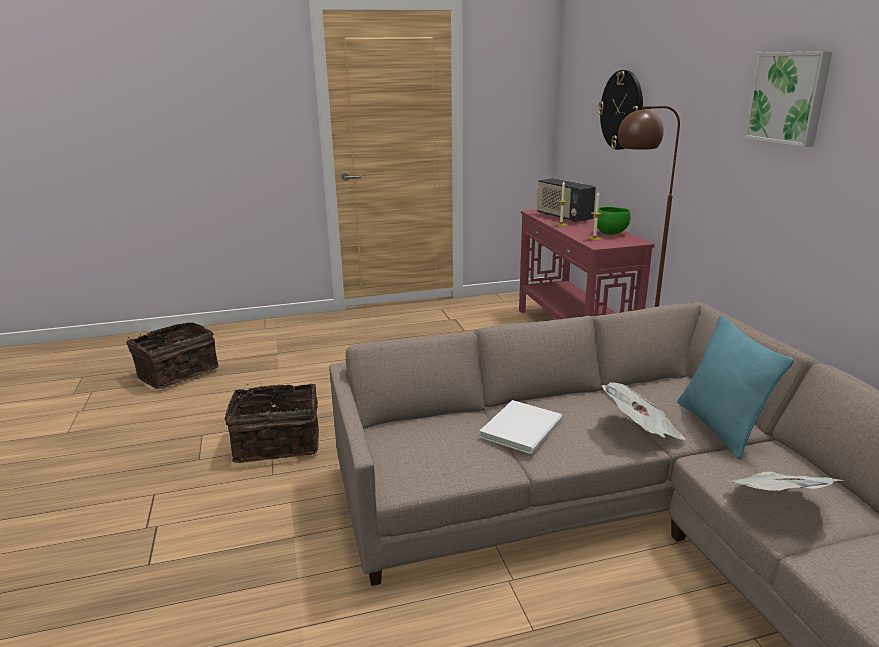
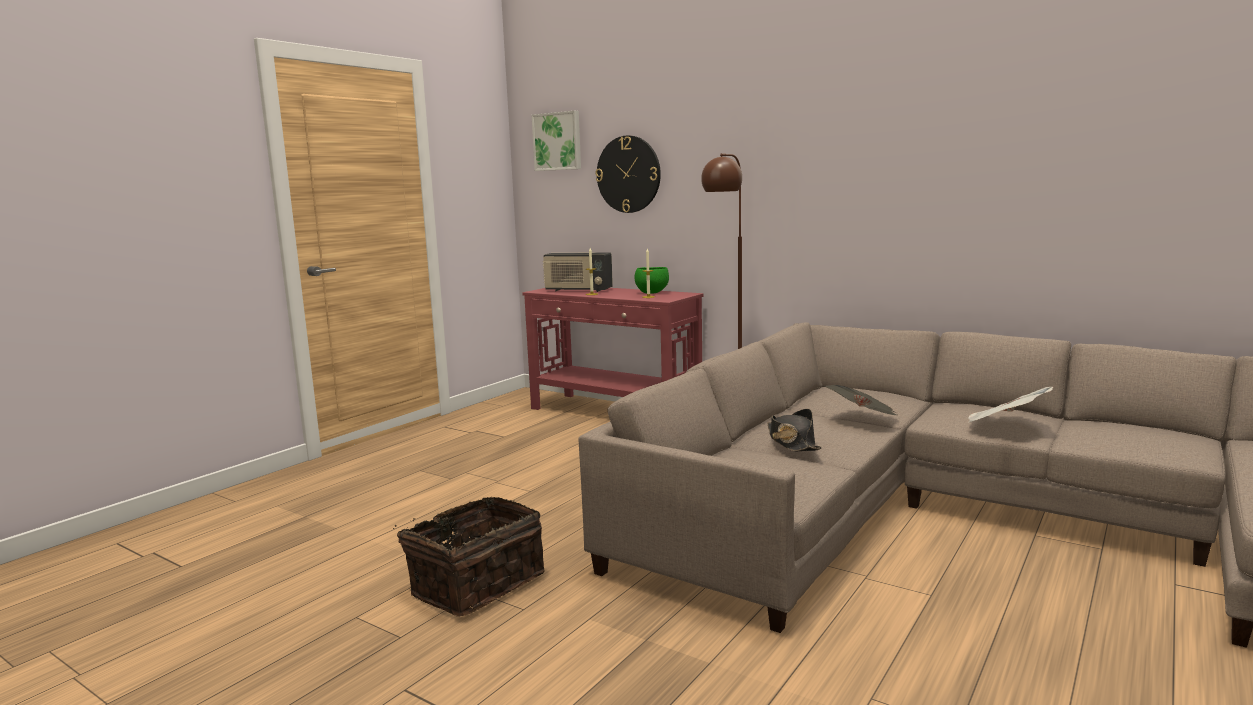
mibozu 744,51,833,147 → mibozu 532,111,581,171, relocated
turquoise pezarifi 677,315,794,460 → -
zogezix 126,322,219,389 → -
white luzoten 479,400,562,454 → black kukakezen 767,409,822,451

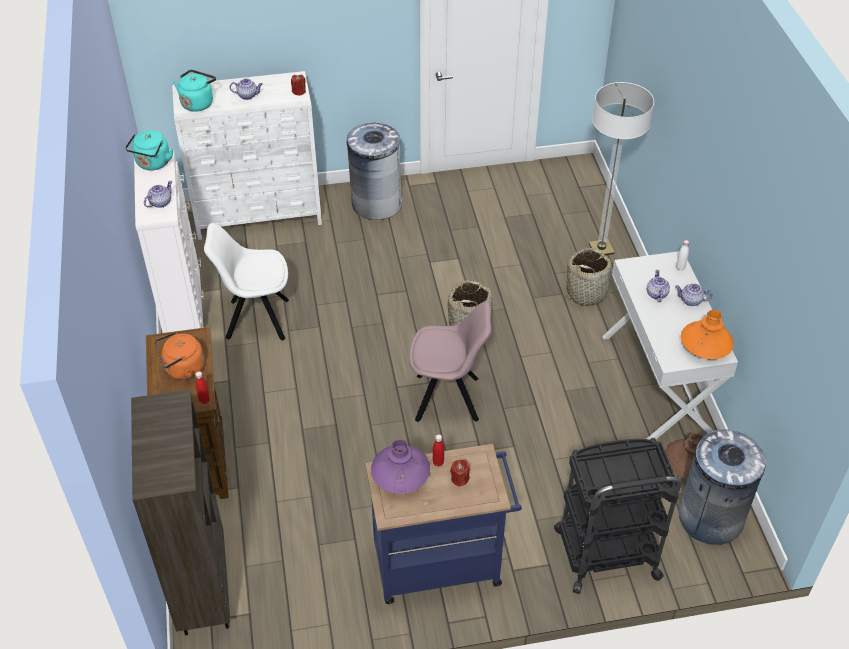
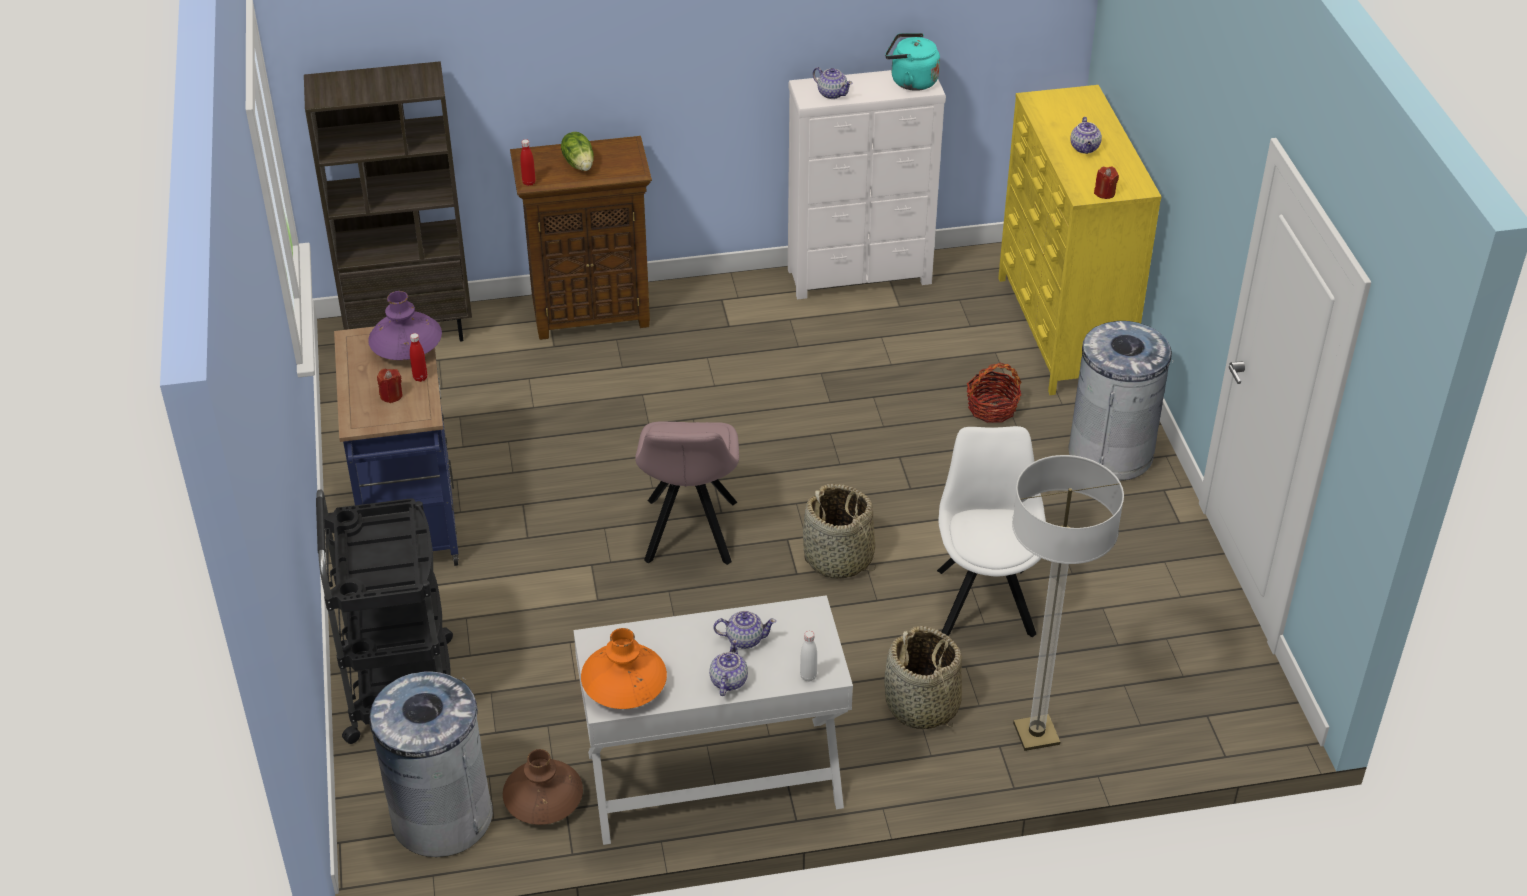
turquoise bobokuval 174,70,216,112 → -
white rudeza 172,71,322,240 → yellow rudeza 998,85,1162,395
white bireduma 204,223,289,341 → white bireduma 937,426,1046,637, relocated
orange bobokuval 155,332,204,380 → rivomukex 561,132,594,171
- → zogezix 966,363,1022,423

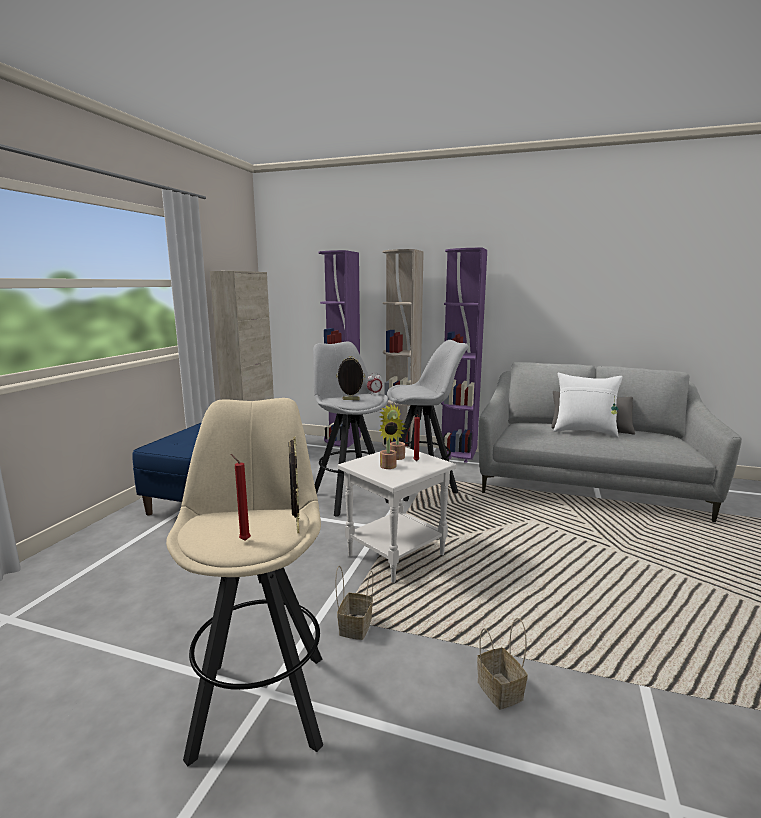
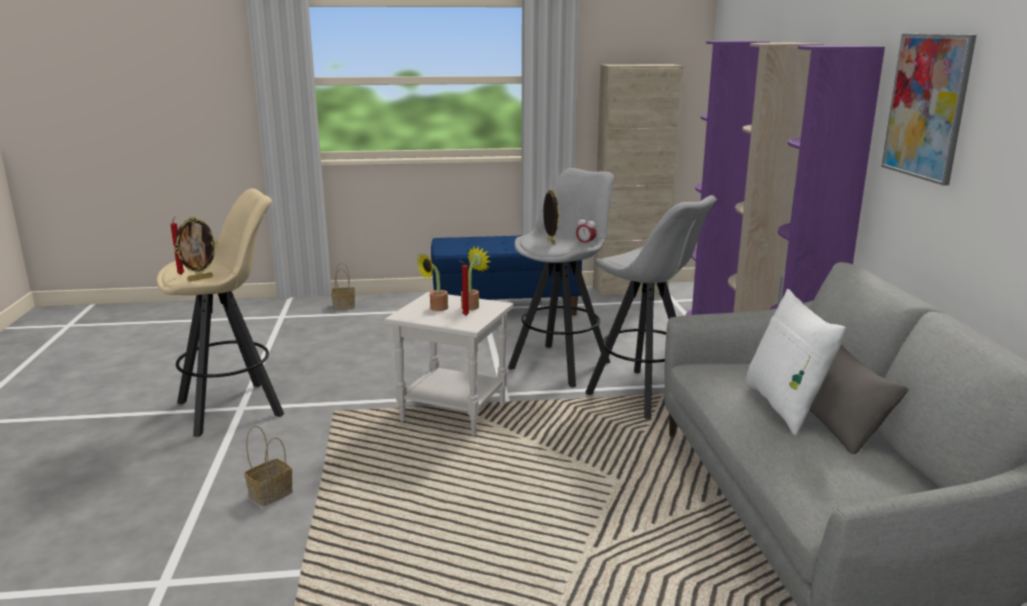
zogezix 335,566,373,640 → zogezix 331,263,355,310, relocated
- → mibozu 881,34,976,186

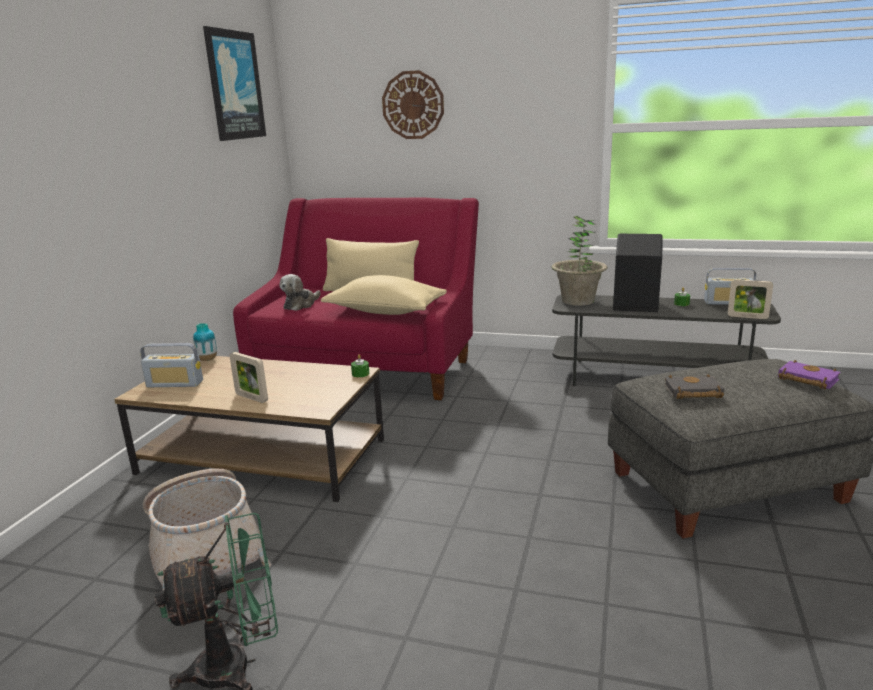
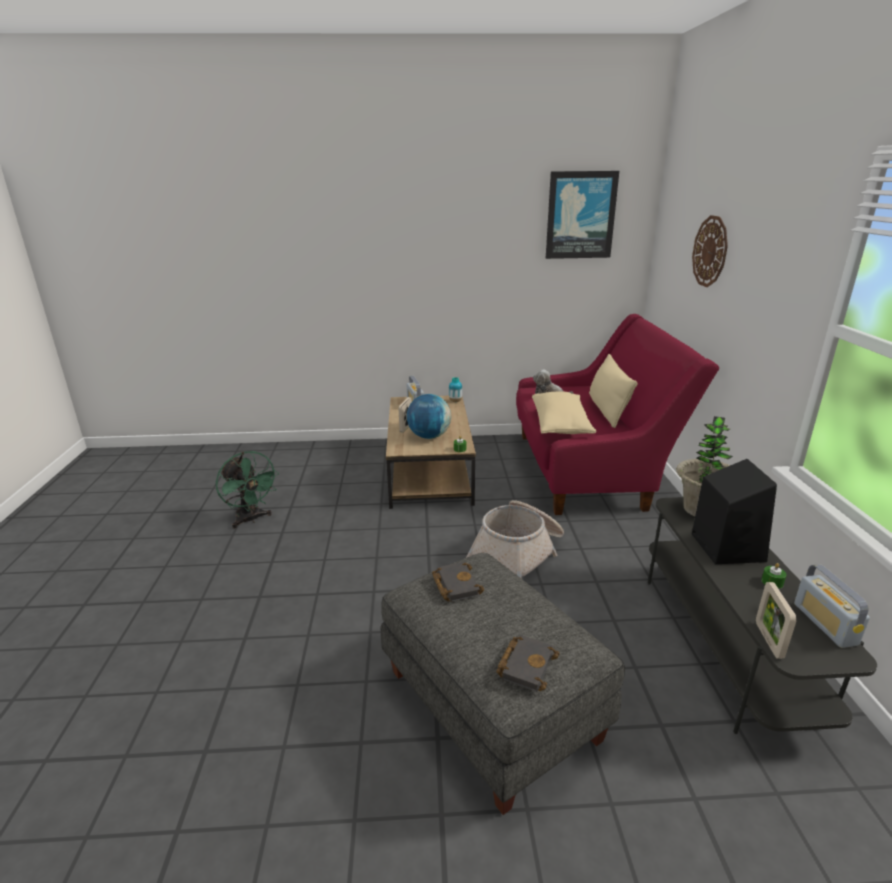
purple luzoten 778,360,841,390 → black luzoten 496,635,560,692
zogezix 143,468,271,591 → zogezix 466,500,564,579, relocated
- → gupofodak 407,394,451,439

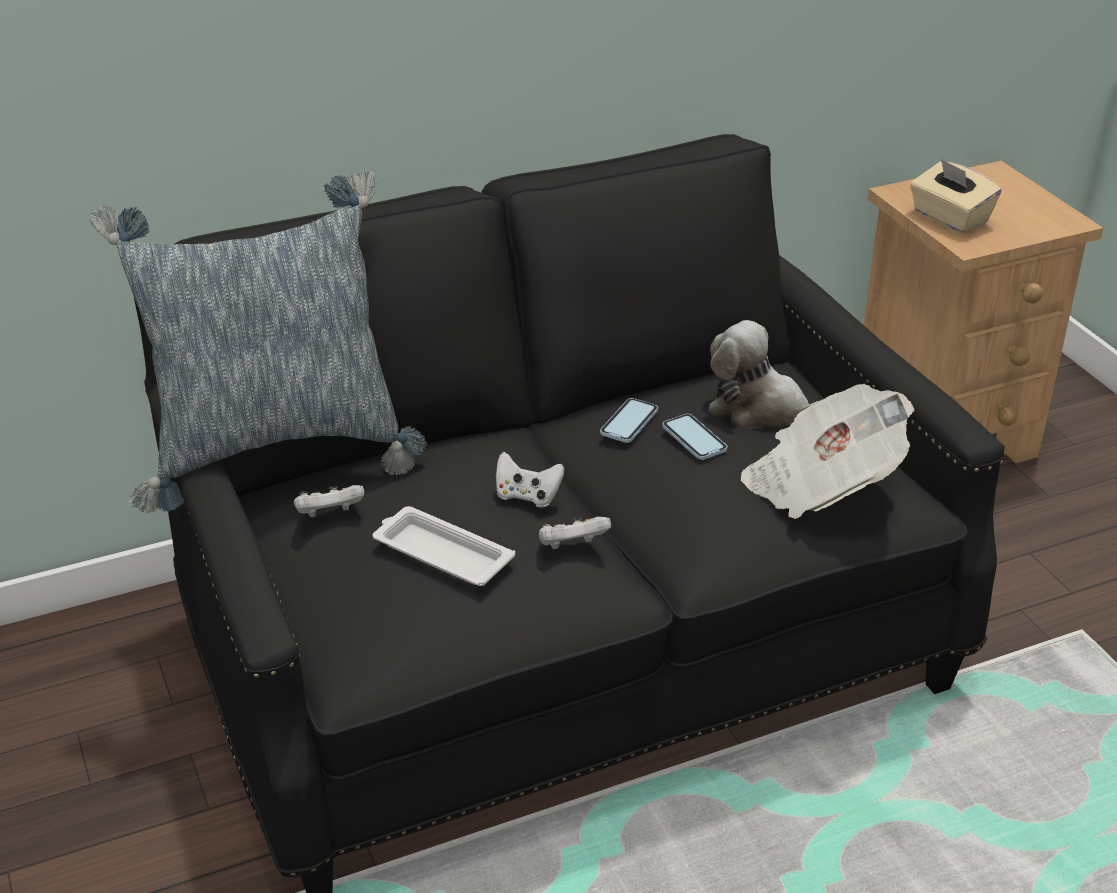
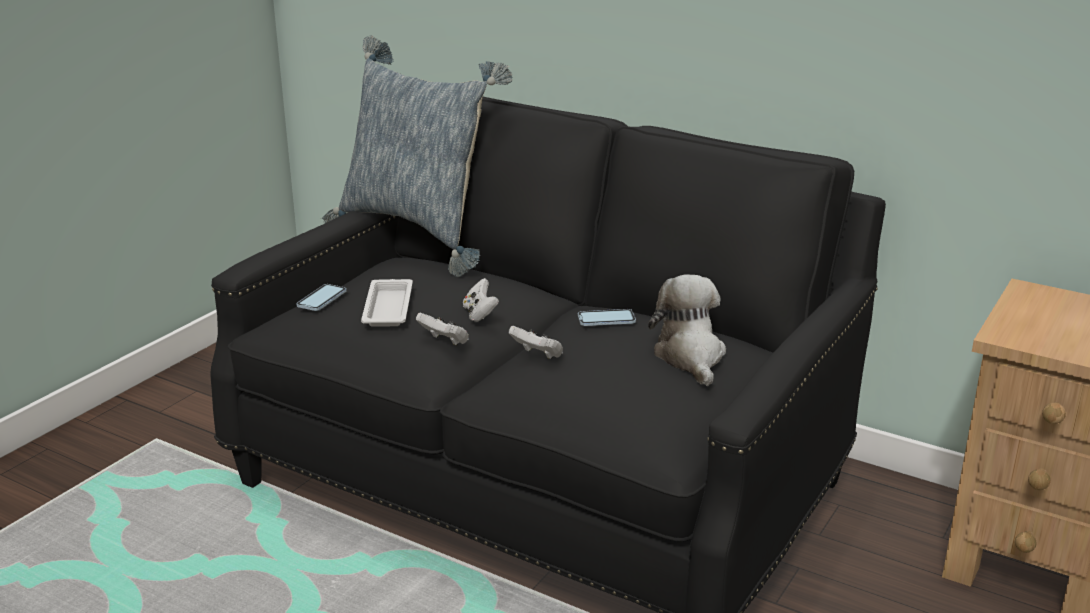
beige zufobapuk 910,159,1002,233 → -
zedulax 741,384,914,519 → -
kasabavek 662,414,727,460 → kasabavek 296,284,347,311, relocated
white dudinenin 294,485,364,517 → white dudinenin 508,326,563,359, relocated

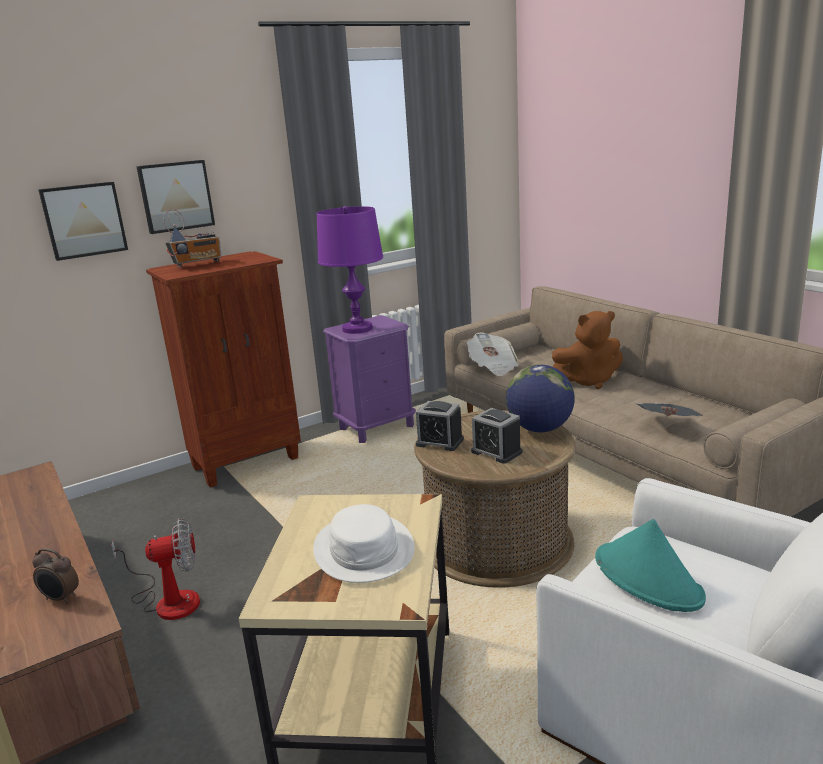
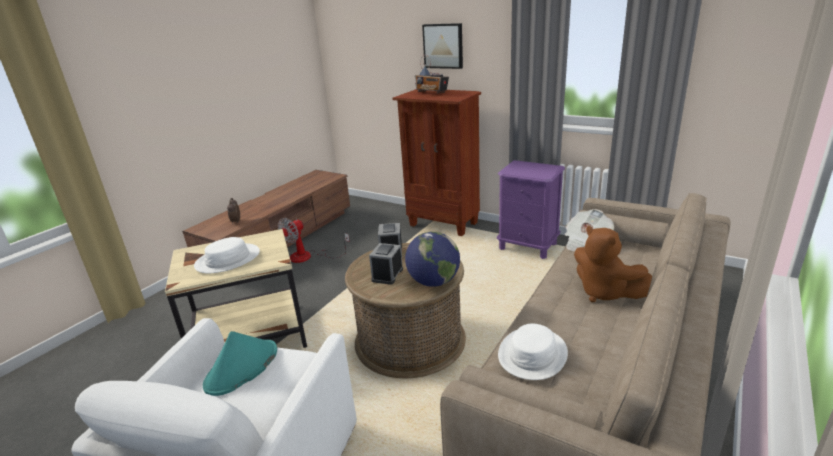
mibozu 38,182,128,261 → -
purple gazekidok 317,206,383,334 → -
zedulax 635,403,702,416 → white kukakezen 498,324,568,380
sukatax 111,518,200,620 → sukatax 278,218,350,263, 75 degrees clockwise

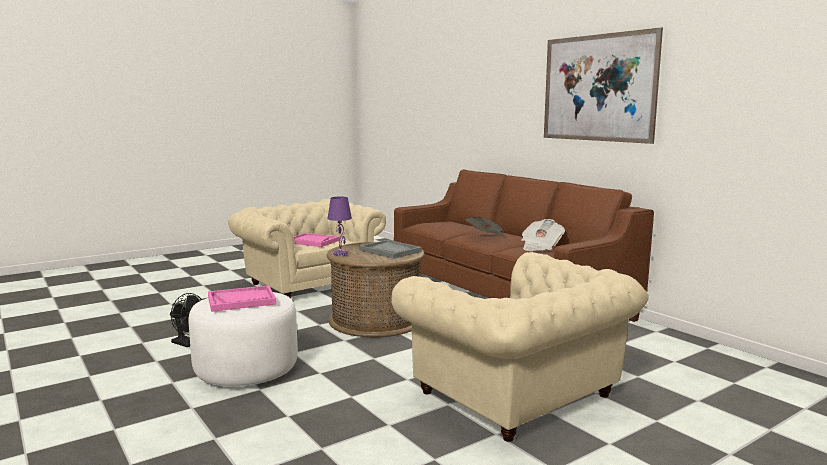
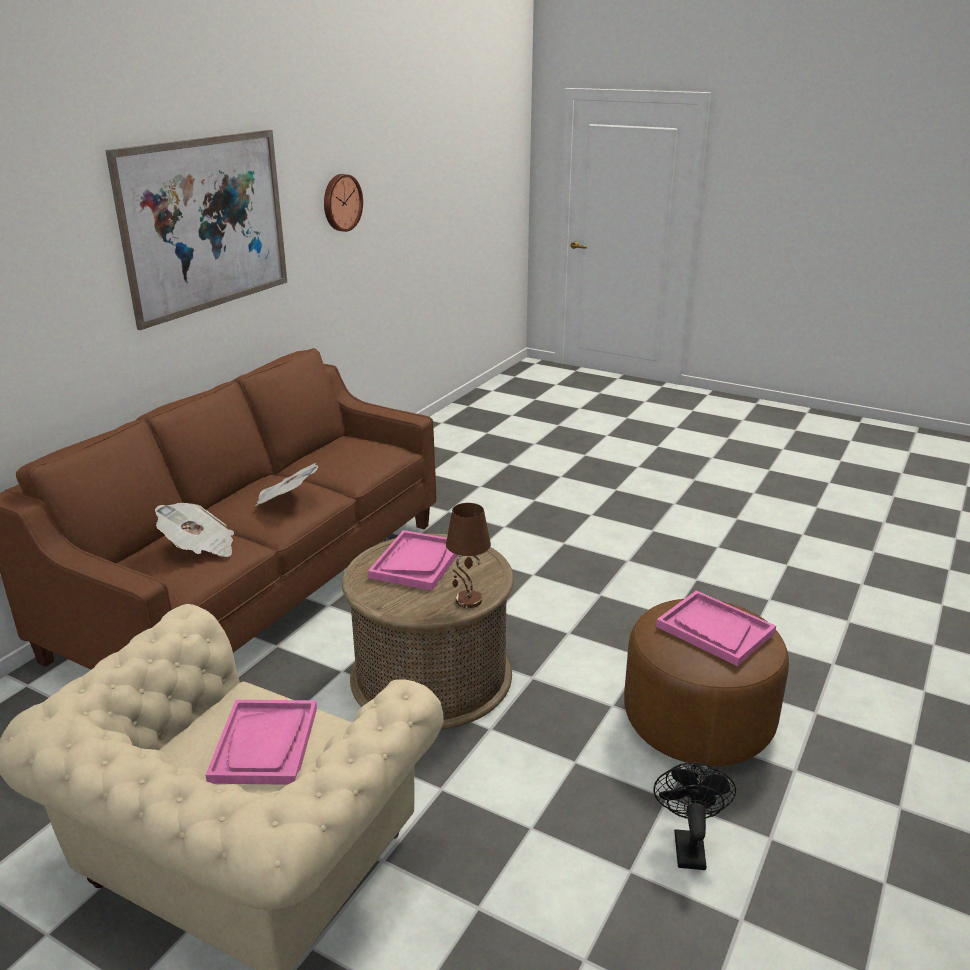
purple gazekidok 328,197,352,256 → brown gazekidok 446,503,491,608
zedulax 521,219,565,251 → zedulax 155,503,234,557, relocated
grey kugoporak 359,240,422,259 → pink kugoporak 368,530,458,591
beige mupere 391,252,649,442 → -
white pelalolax 188,292,298,386 → brown pelalolax 624,599,789,766
- → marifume 324,174,363,232

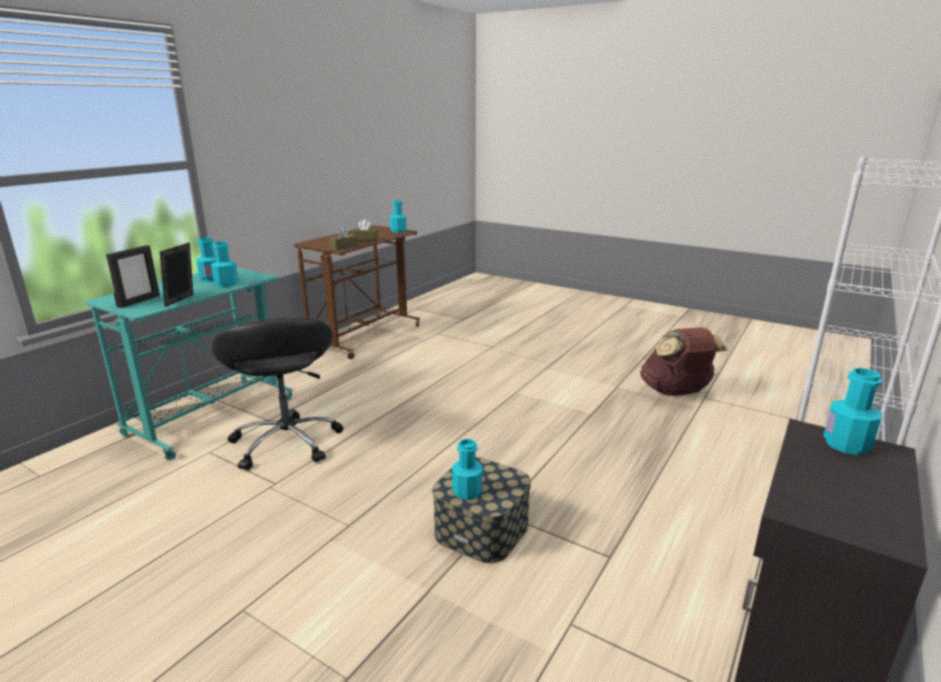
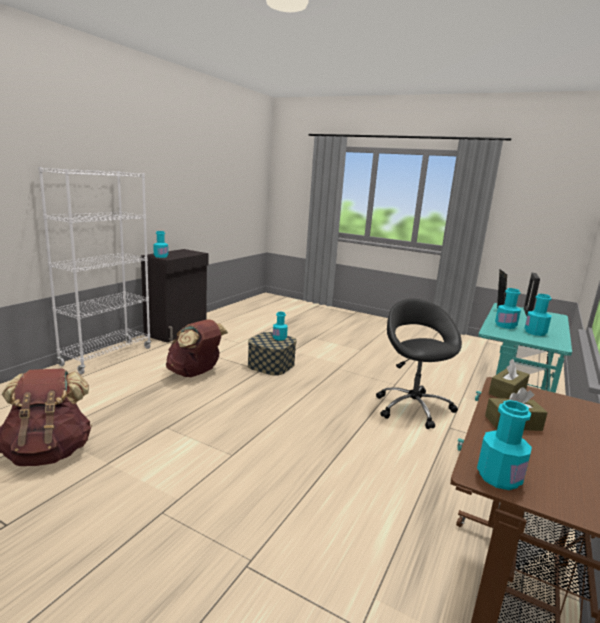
- → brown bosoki 166,320,228,377

